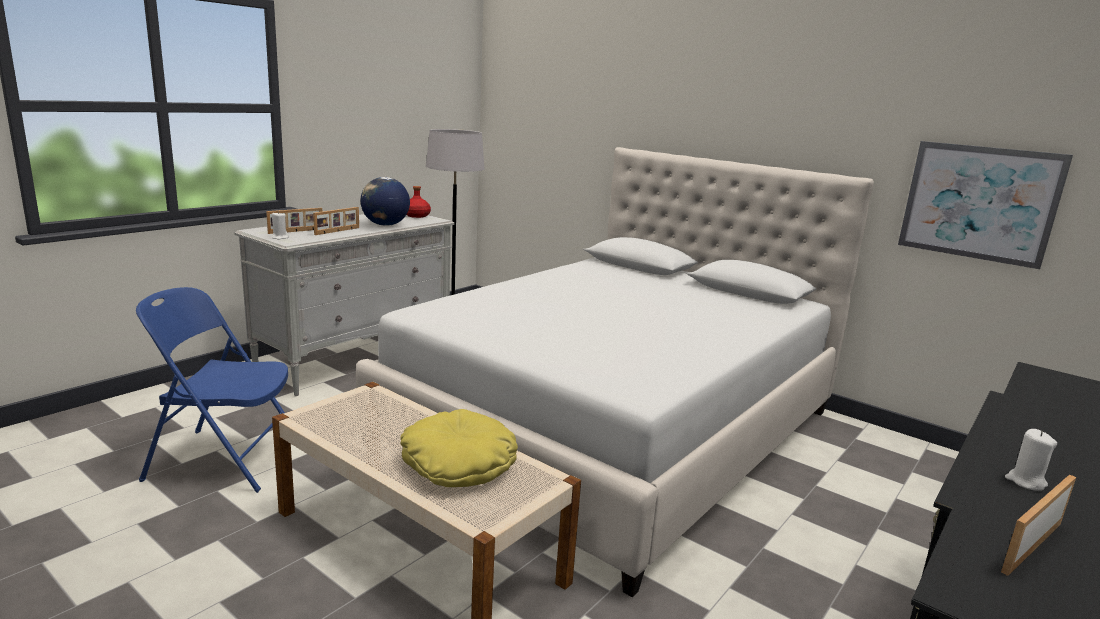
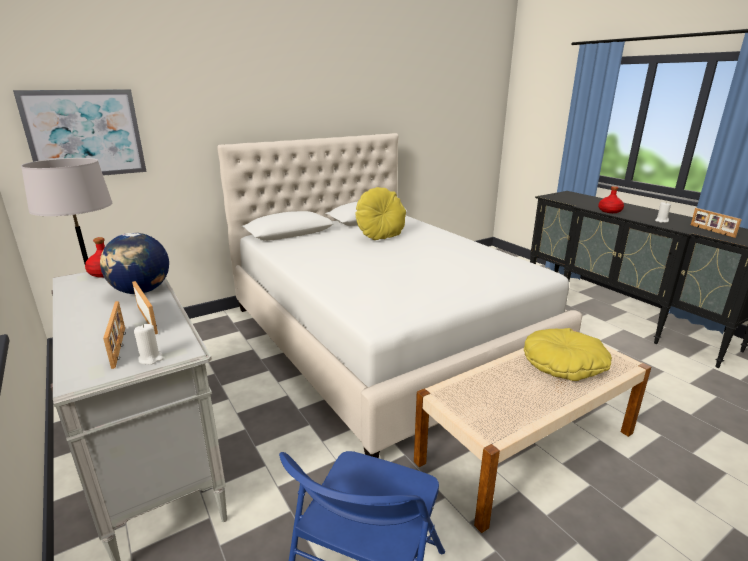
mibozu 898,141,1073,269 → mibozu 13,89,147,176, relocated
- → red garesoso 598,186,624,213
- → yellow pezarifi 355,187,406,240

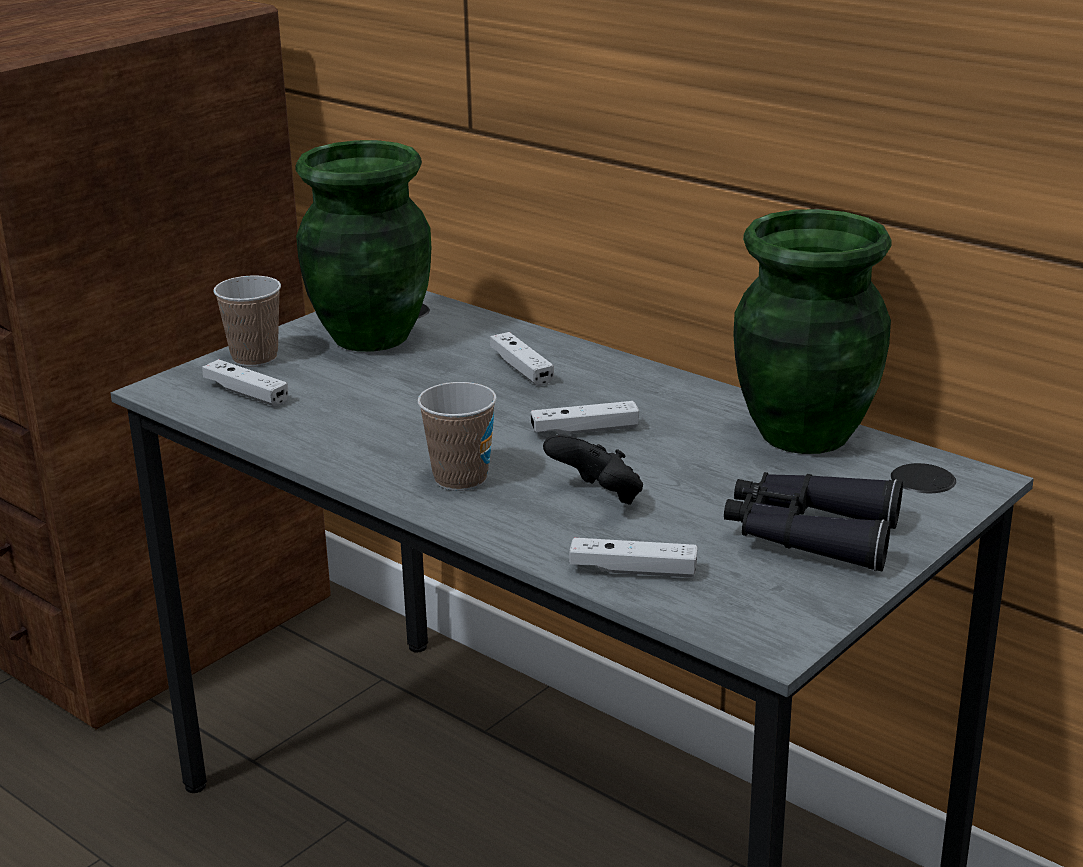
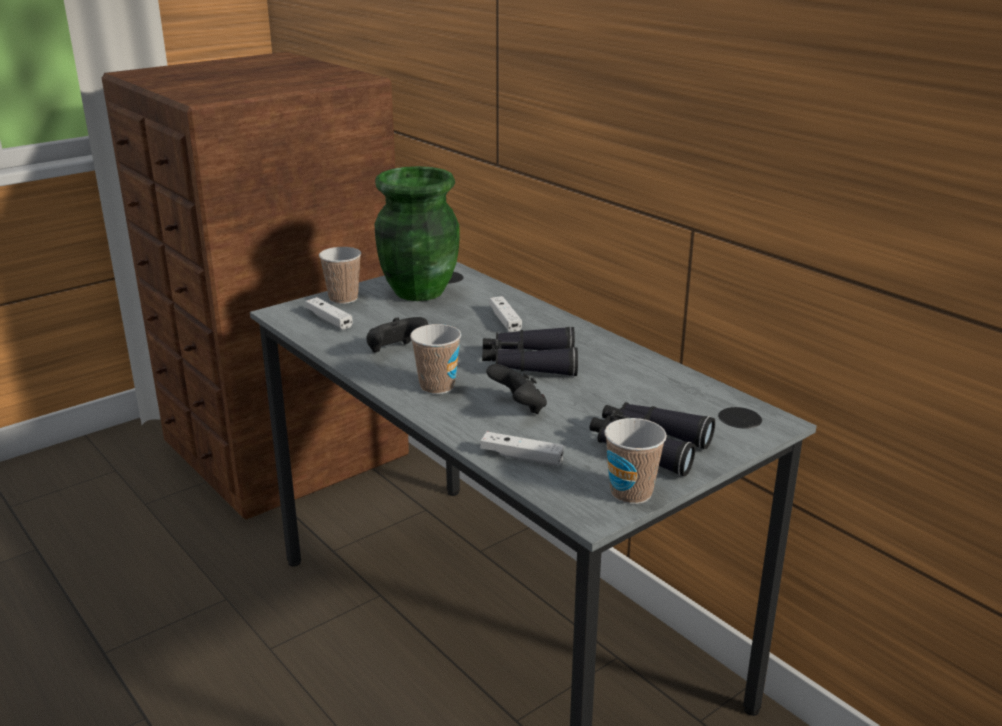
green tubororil 733,209,892,454 → -
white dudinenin 531,401,639,435 → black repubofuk 482,326,578,376
- → black dudinenin 366,317,428,353
- → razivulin 604,418,667,504

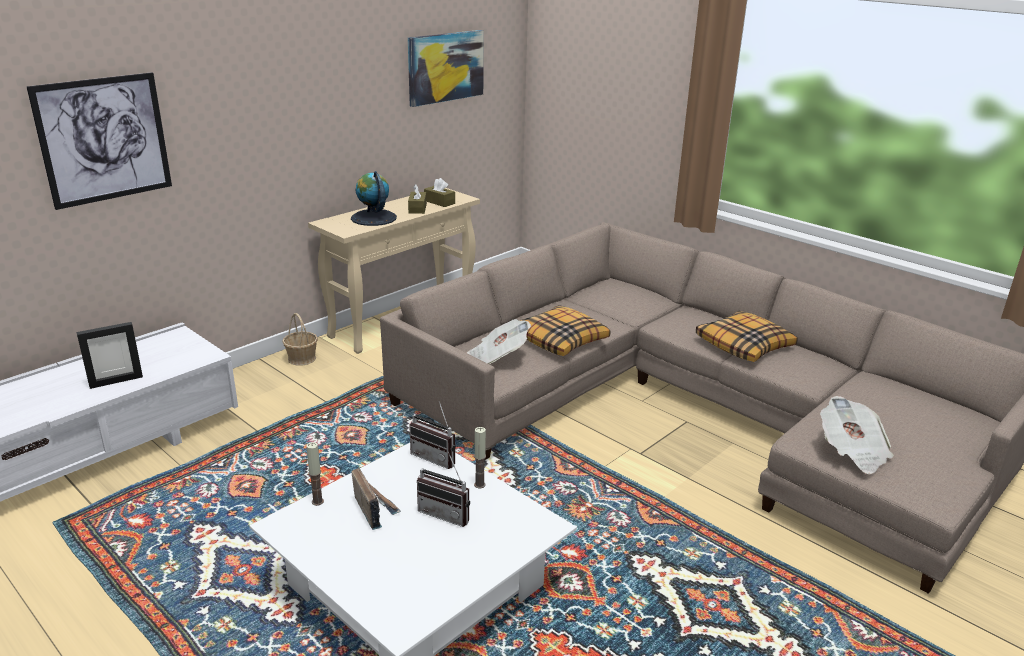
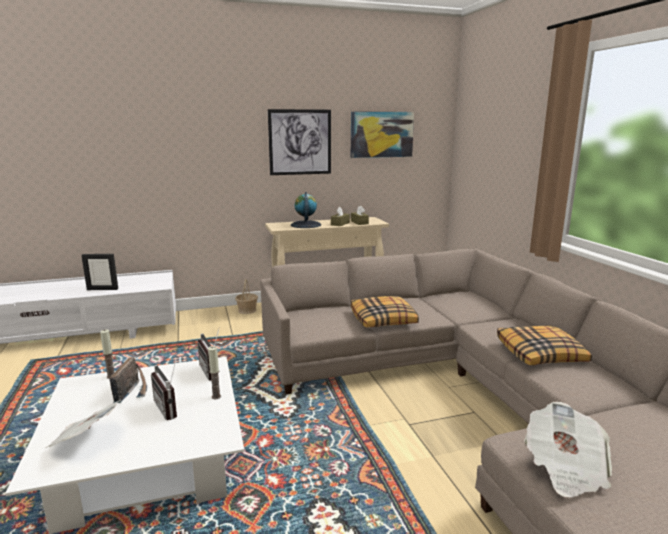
mibozu 27,72,172,210 → mibozu 268,109,331,175, relocated
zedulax 467,319,531,364 → zedulax 44,400,120,449, relocated

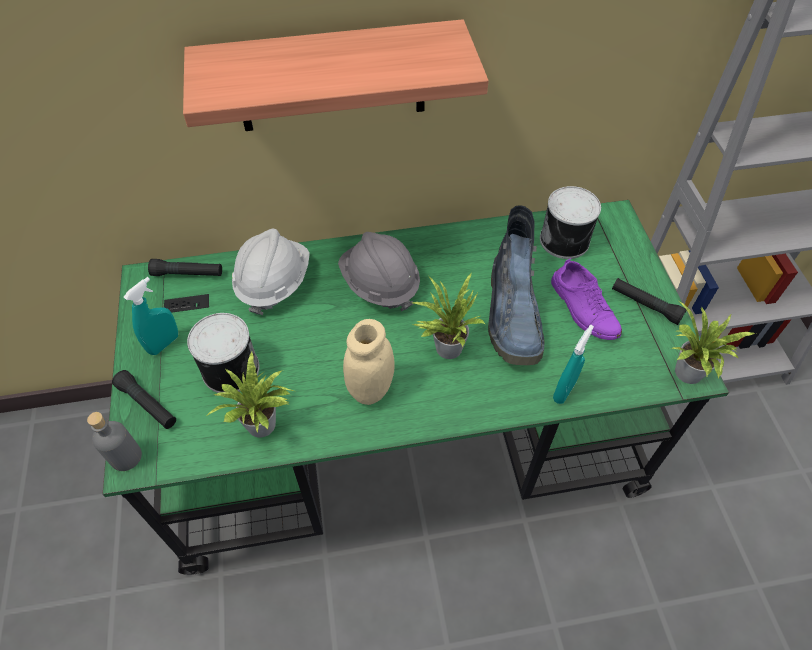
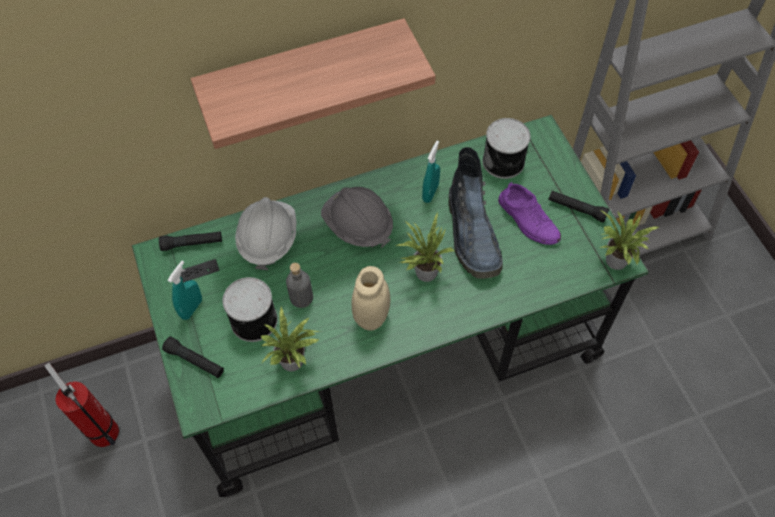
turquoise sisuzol 553,325,594,404 → turquoise sisuzol 422,141,440,203, relocated
grey garesoso 87,412,142,471 → grey garesoso 286,263,313,308, relocated
- → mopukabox 44,363,119,447

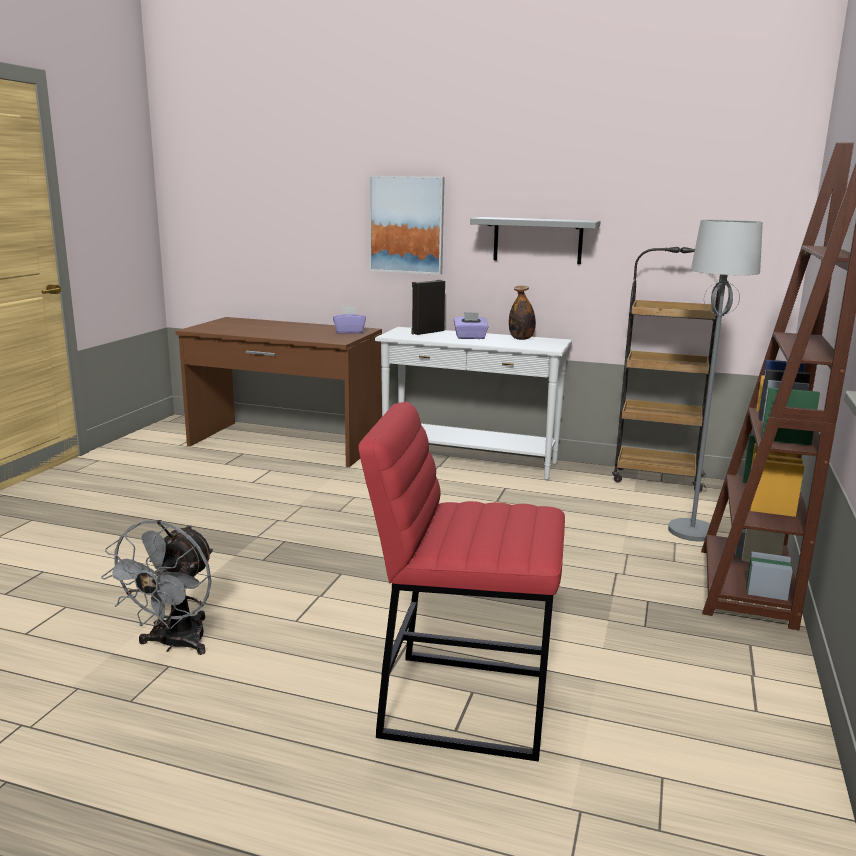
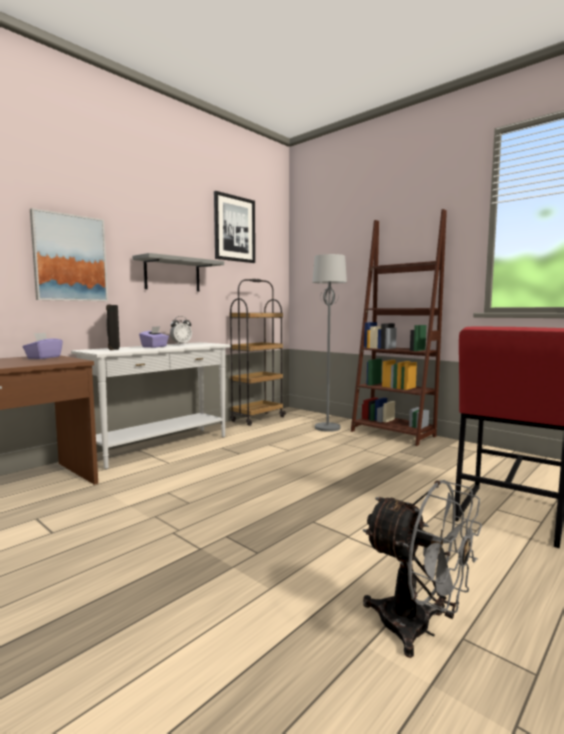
garesoso 509,286,536,340 → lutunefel 170,316,192,345
- → mibozu 214,191,255,263

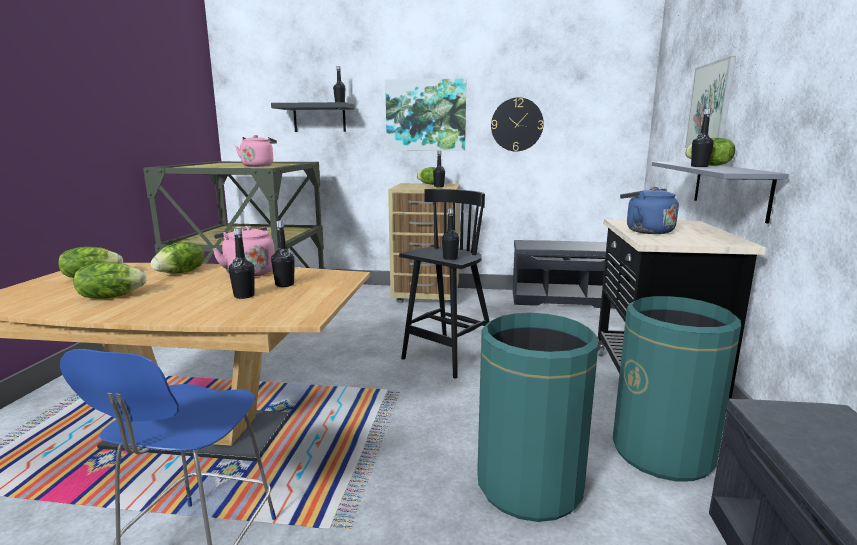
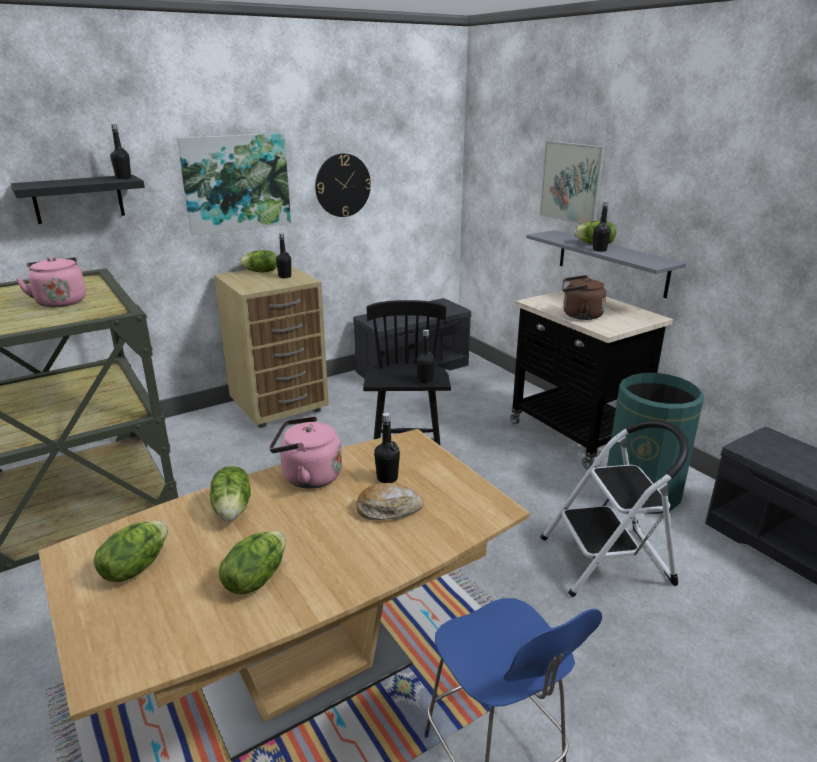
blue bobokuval 620,187,679,234 → brown bobokuval 562,275,606,320
black garesoso 229,227,255,299 → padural 356,483,424,520
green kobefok 477,313,599,522 → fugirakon 540,420,688,597

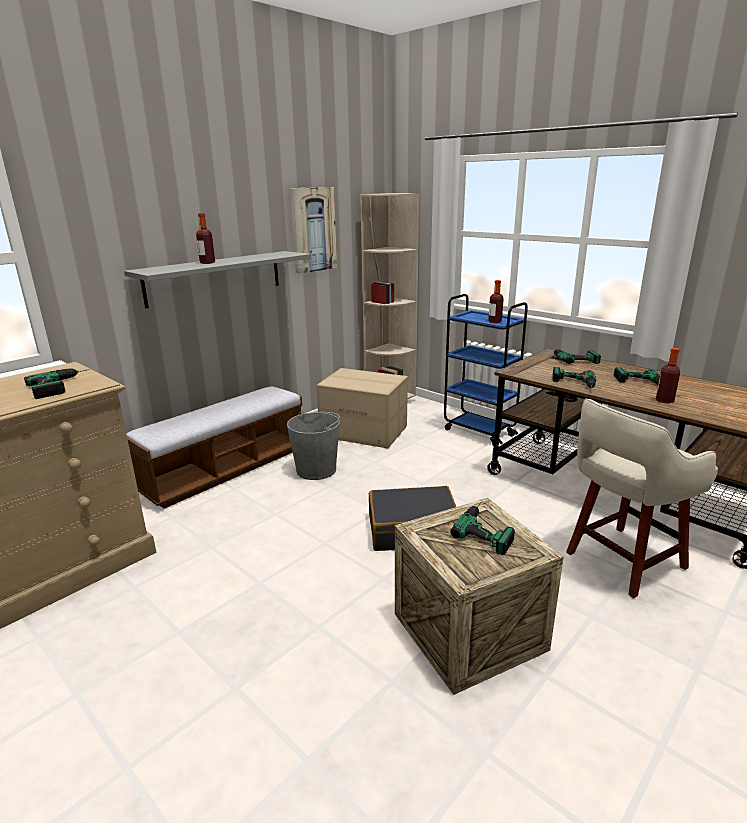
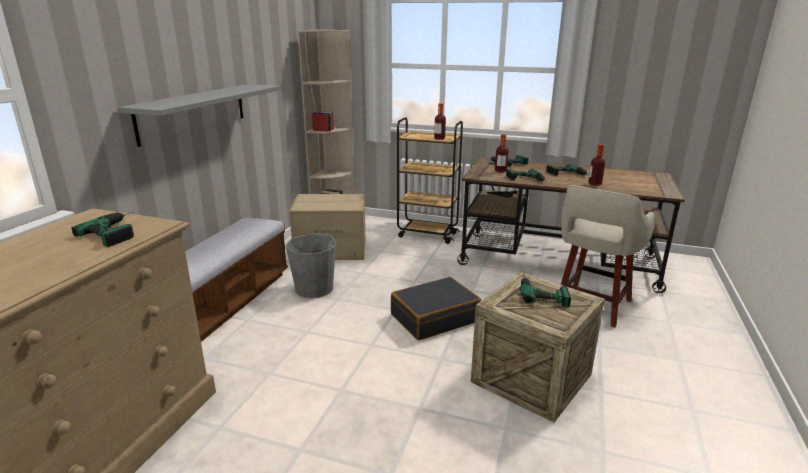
mibozu 290,187,337,274 → -
garesoso 196,213,215,264 → garesoso 495,134,509,173, relocated
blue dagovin 444,294,528,446 → brown dagovin 397,117,463,244

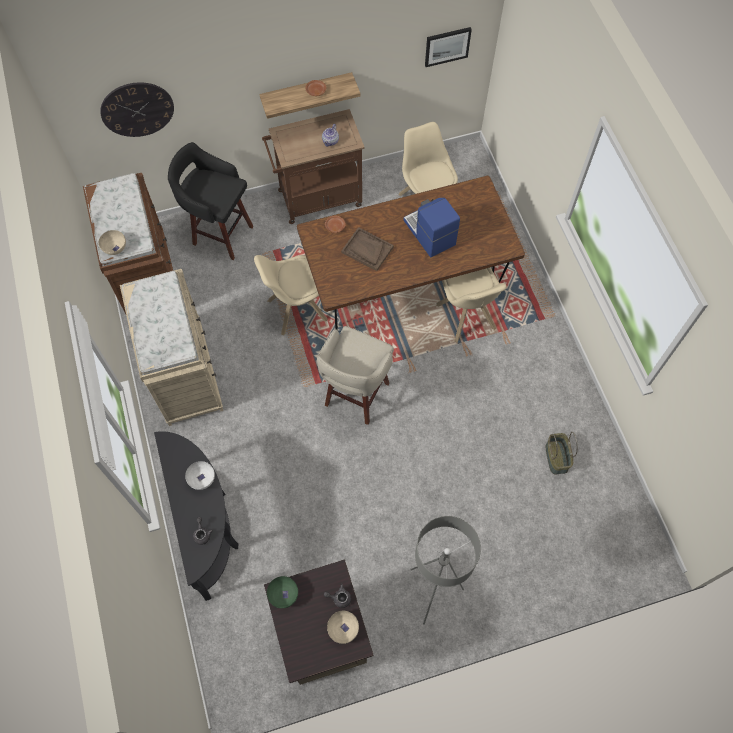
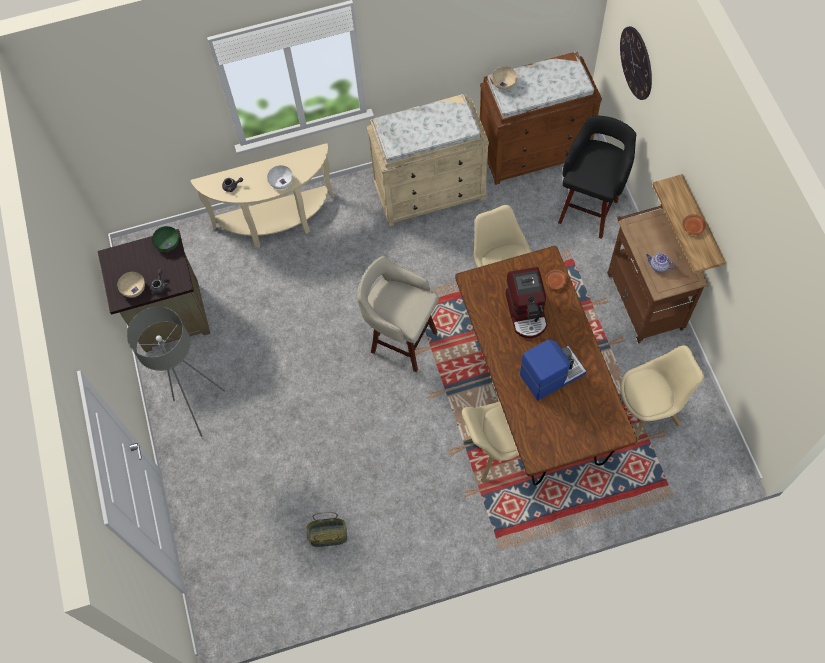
mibozu 425,27,472,67 → -
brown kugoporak 341,227,394,271 → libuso 506,267,547,338
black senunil 154,431,238,601 → beige senunil 191,143,335,248

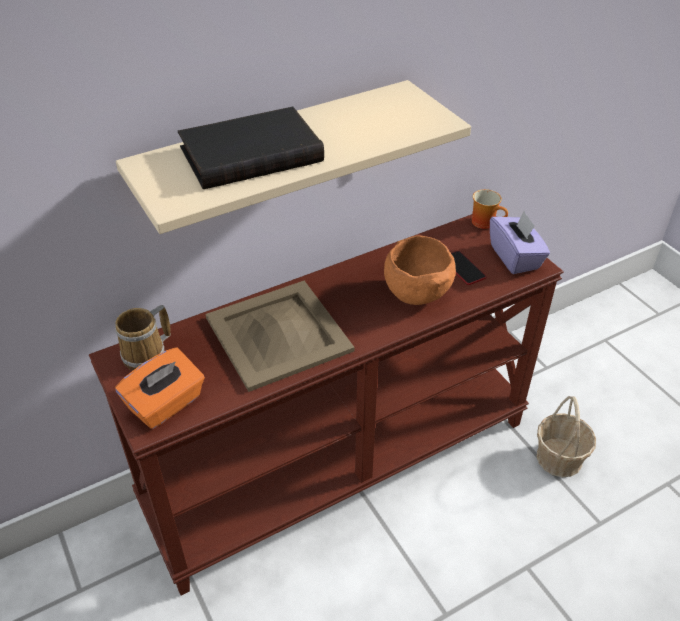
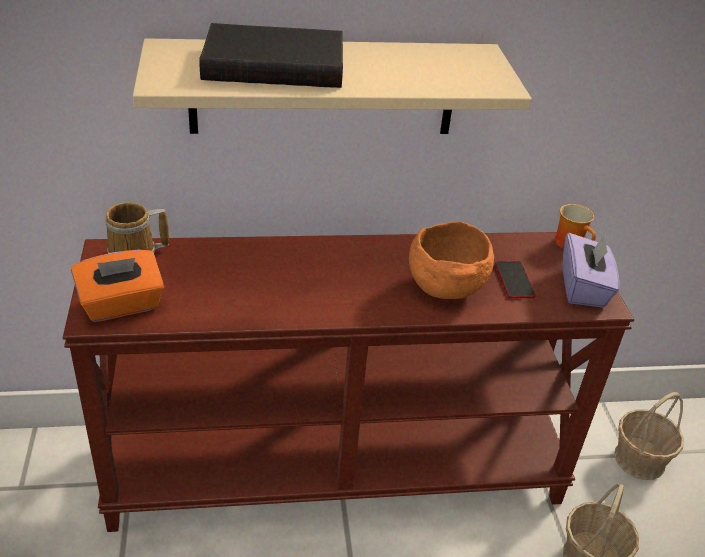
beige kugoporak 205,281,354,392 → -
- → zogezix 614,392,684,480

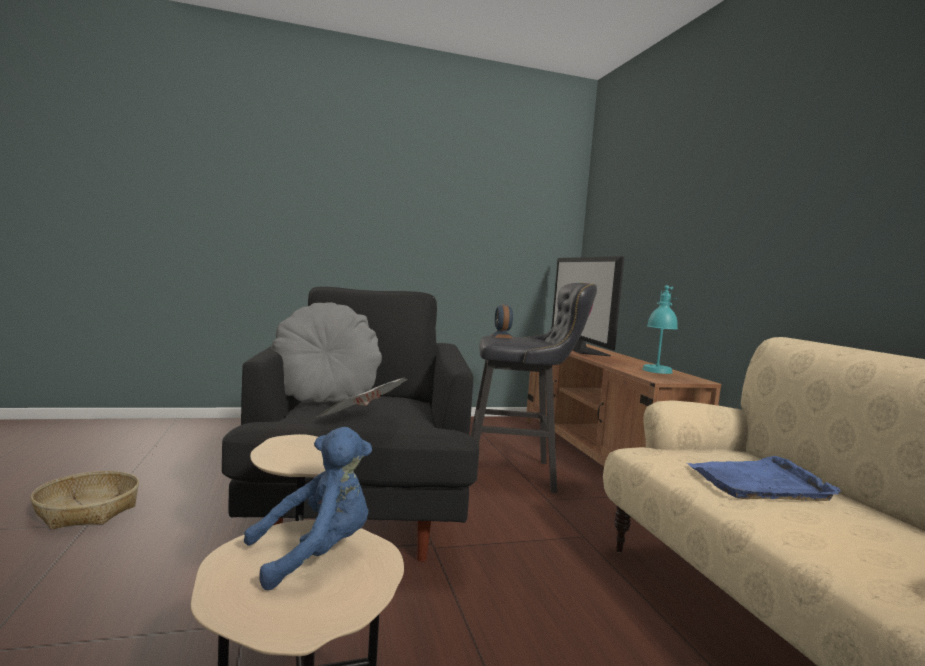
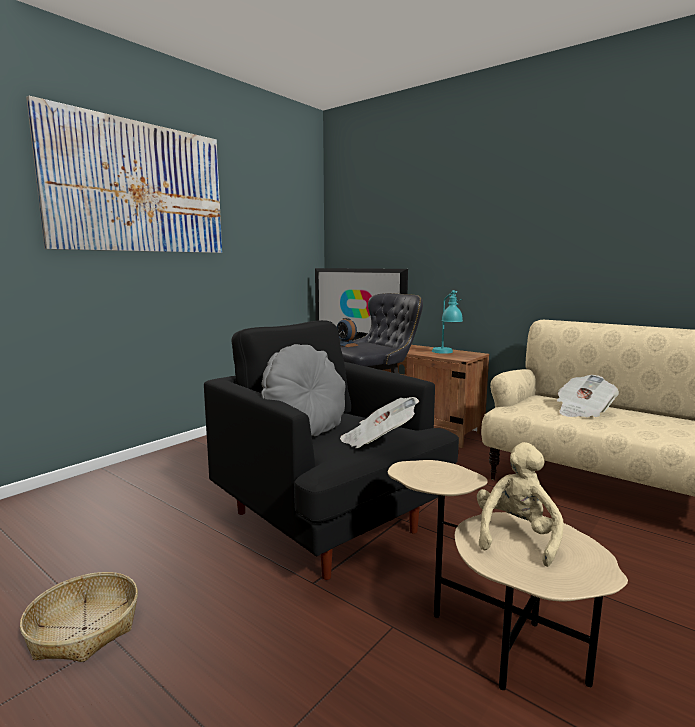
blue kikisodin 244,427,372,590 → beige kikisodin 477,442,564,567
blue kugoporak 687,456,841,501 → zedulax 557,375,619,417
- → mibozu 26,96,222,253

